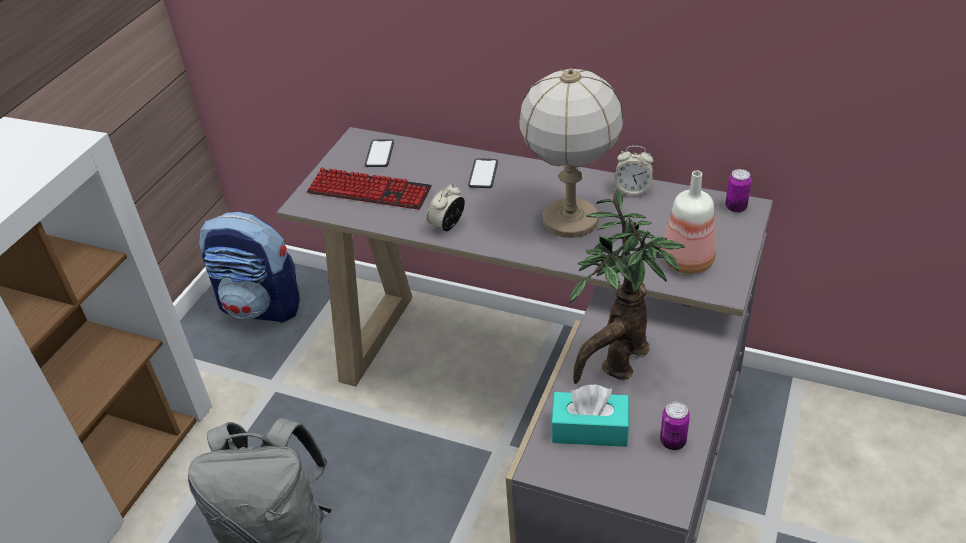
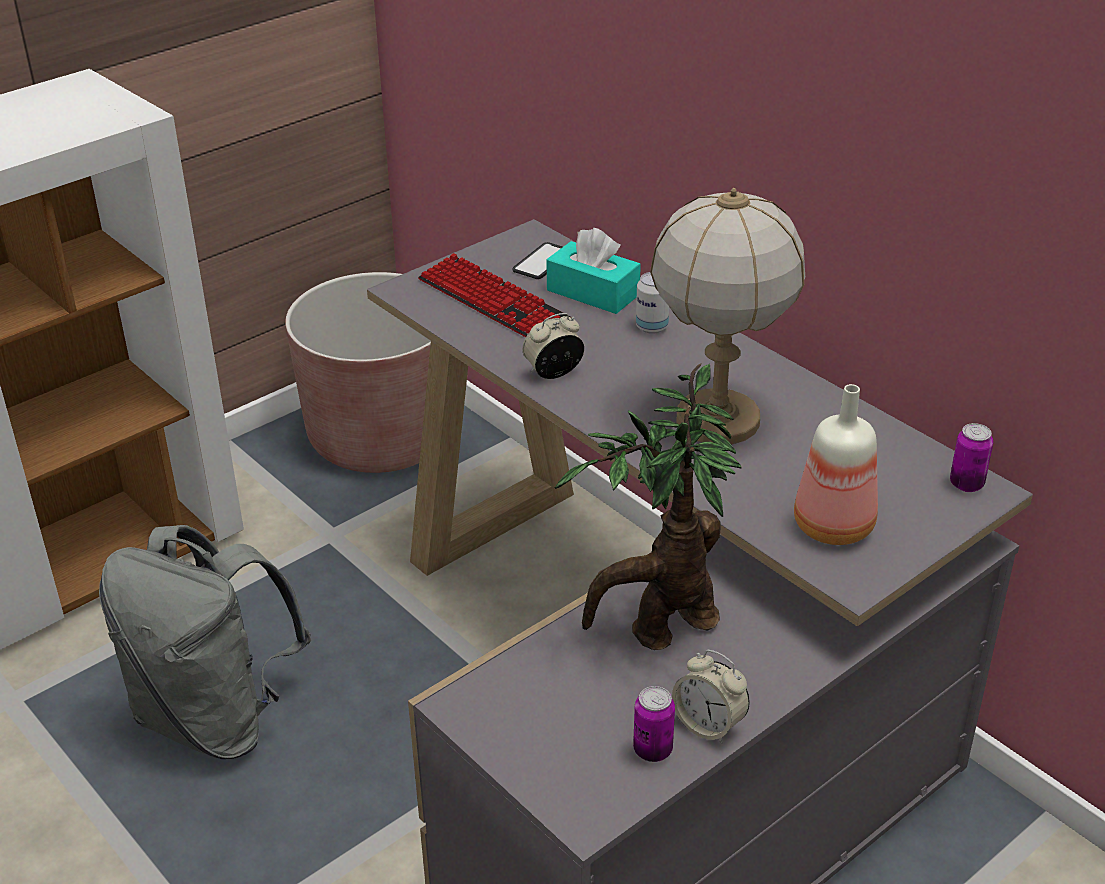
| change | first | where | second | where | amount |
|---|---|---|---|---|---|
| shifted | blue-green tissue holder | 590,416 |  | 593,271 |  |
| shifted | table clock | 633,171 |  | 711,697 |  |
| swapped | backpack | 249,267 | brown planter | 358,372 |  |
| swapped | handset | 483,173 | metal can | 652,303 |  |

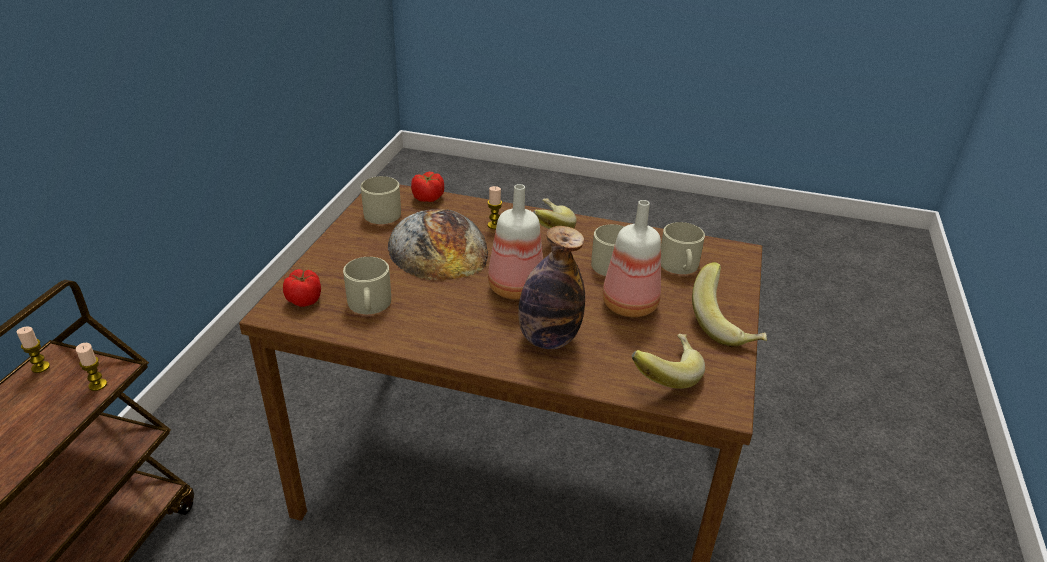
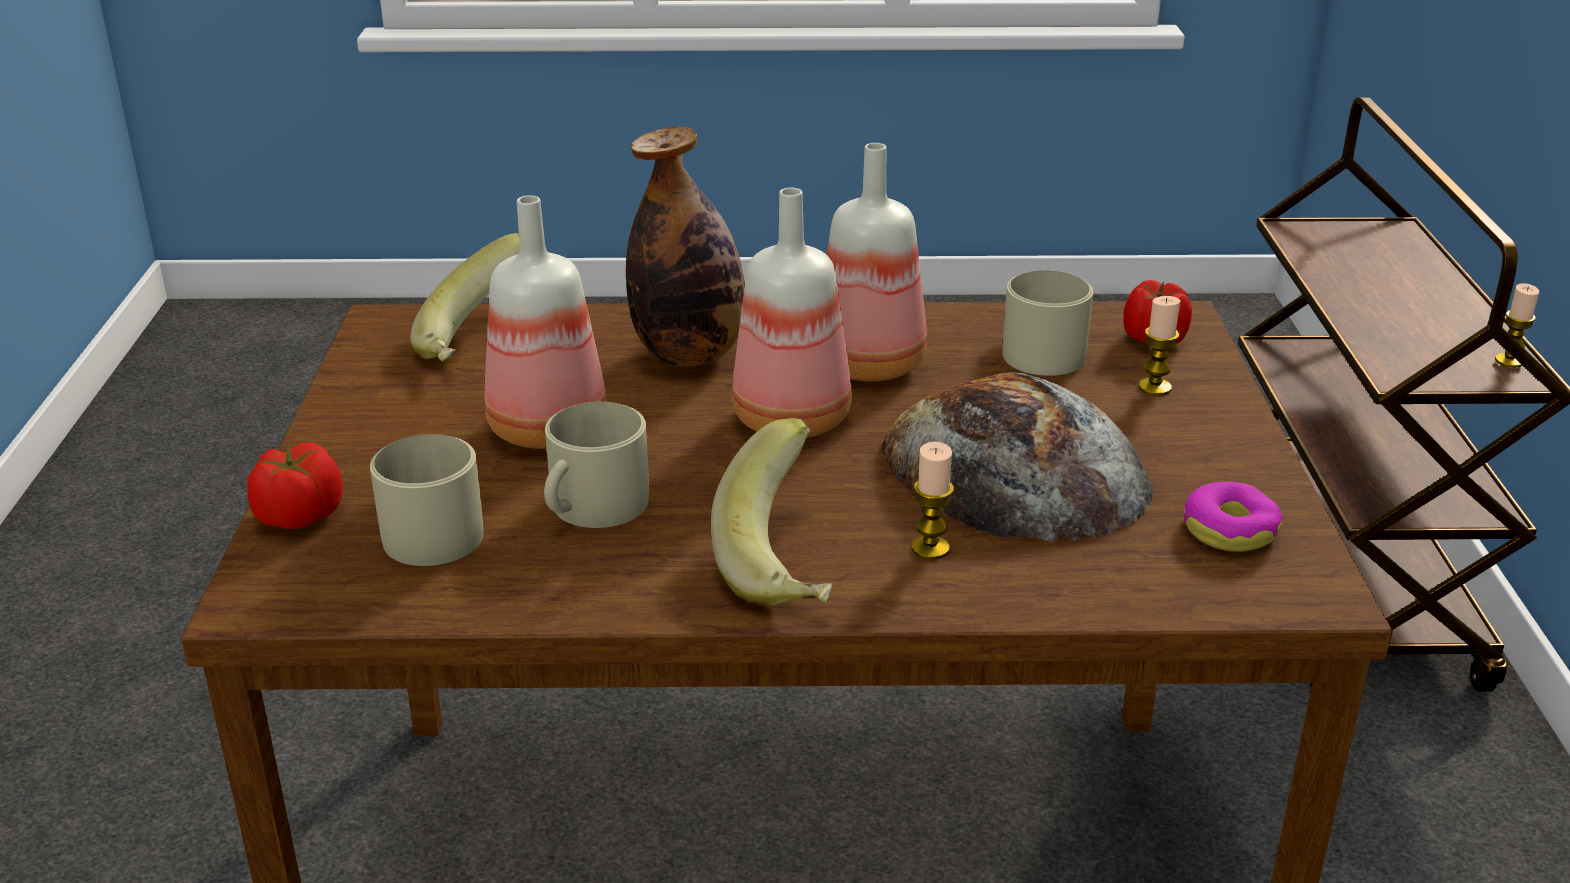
| change | first | where | second | where | amount |
|---|---|---|---|---|---|
| gone | banana | 729,304 |  |  |  |
| new |  |  | drink bottle | 876,262 |  |
| shifted | wax light | 91,367 |  | 1159,346 |  |
| shifted | tomato | 427,187 |  | 295,485 |  |
| swapped | beige-coloured mug | 381,200 | donut | 1233,517 |  |

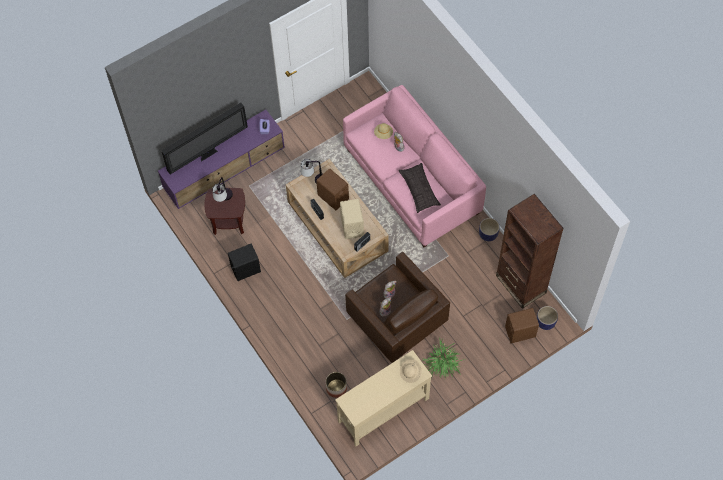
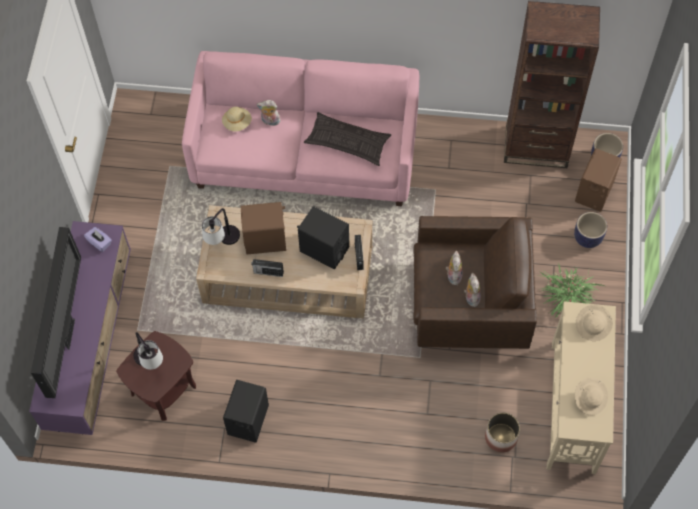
| change | first | where | second | where | amount |
|---|---|---|---|---|---|
| new |  |  | beige-coloured clothing hat | 591,396 |  |
| shifted | planter | 489,229 |  | 590,230 |  |
| repainted | beige-coloured speaker | 352,219 | blackish speaker | 323,237 |  |

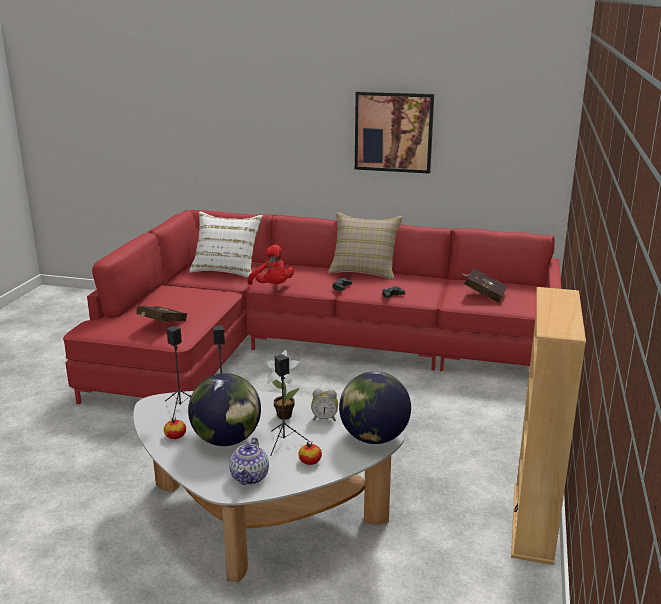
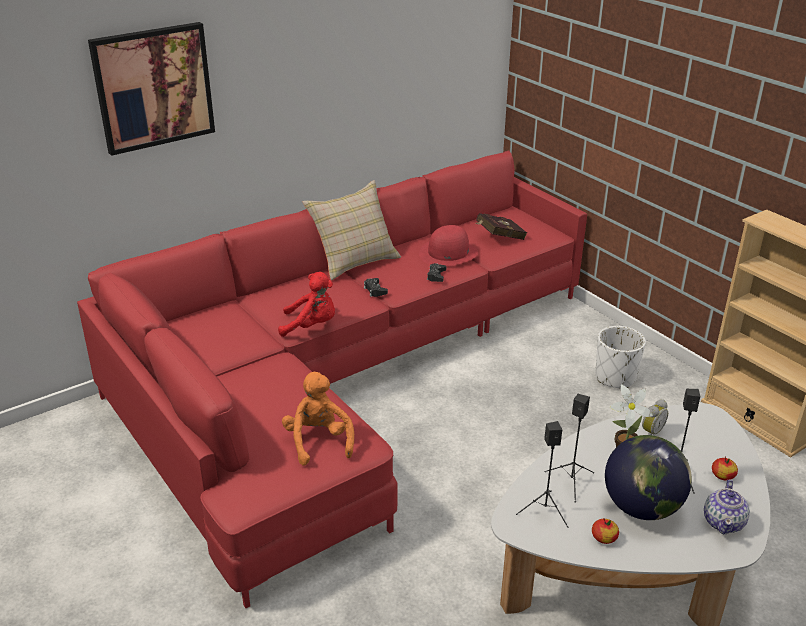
| change | first | where | second | where | amount |
|---|---|---|---|---|---|
| gone | white throw pillow | 226,244 |  |  |  |
| gone | world globe | 375,407 |  |  |  |
| new |  |  | red-coloured clothing hat | 448,245 |  |
| new |  |  | white planter | 620,357 |  |
| shifted | wall art | 394,132 |  | 151,89 |  |
| swapped | red-coloured book | 161,314 | orangey plush toy | 318,419 |  |
| rotated | teapot | 249,461 |  | 727,506 | 60 degrees clockwise |

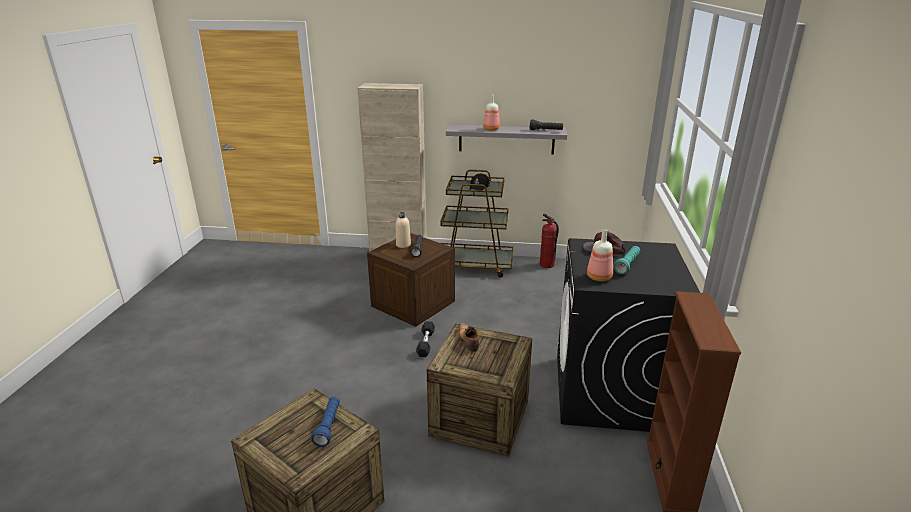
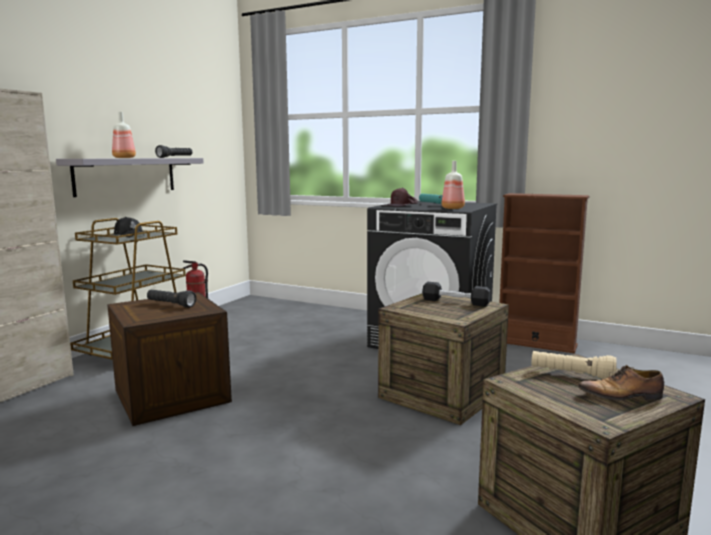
| change | first | where | second | where | amount |
|---|---|---|---|---|---|
| gone | beige-coloured drink bottle | 403,230 |  |  |  |
| shifted | blackish free weight | 425,339 |  | 456,294 |  |
| shifted | item of footwear | 469,337 |  | 621,382 |  |
| repainted | blue-coloured torch | 325,422 | beige-coloured torch | 574,365 |  |

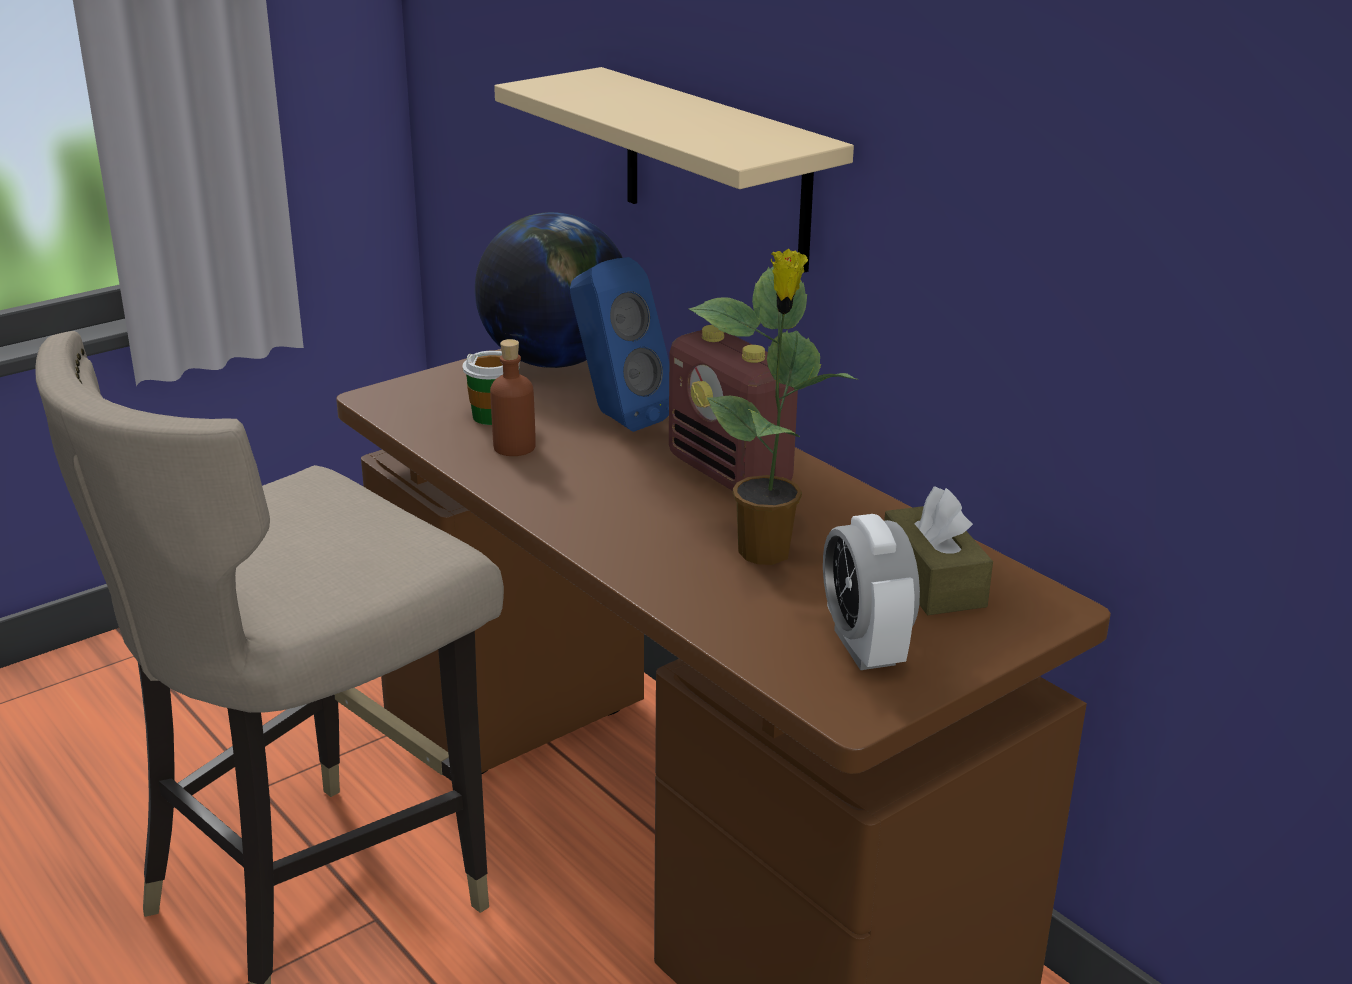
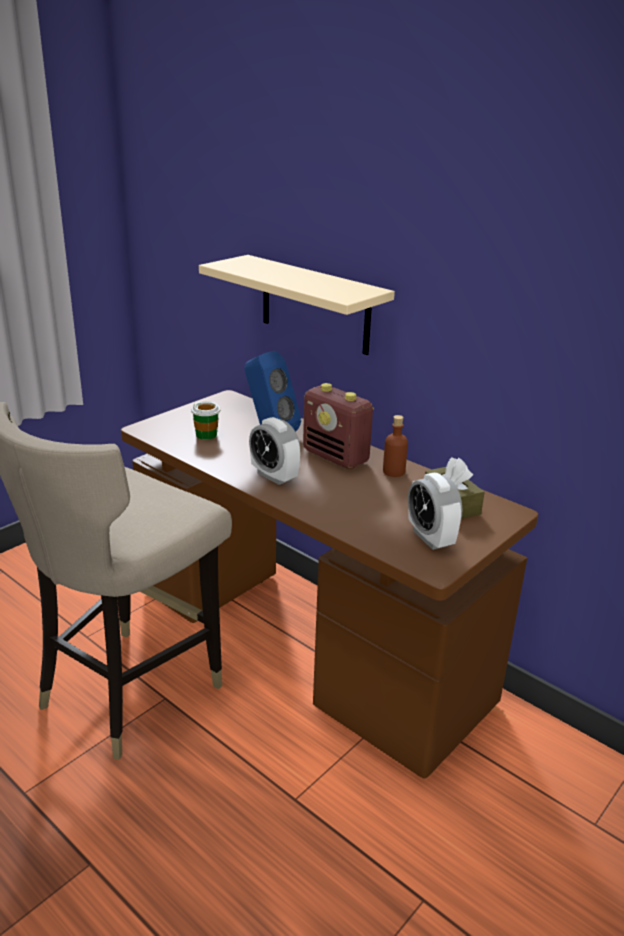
| change | first | where | second | where | amount |
|---|---|---|---|---|---|
| gone | world globe | 549,290 |  |  |  |
| gone | houseplant | 774,407 |  |  |  |
| new |  |  | table clock | 274,451 |  |
| shifted | brown drink bottle | 513,397 |  | 395,446 |  |

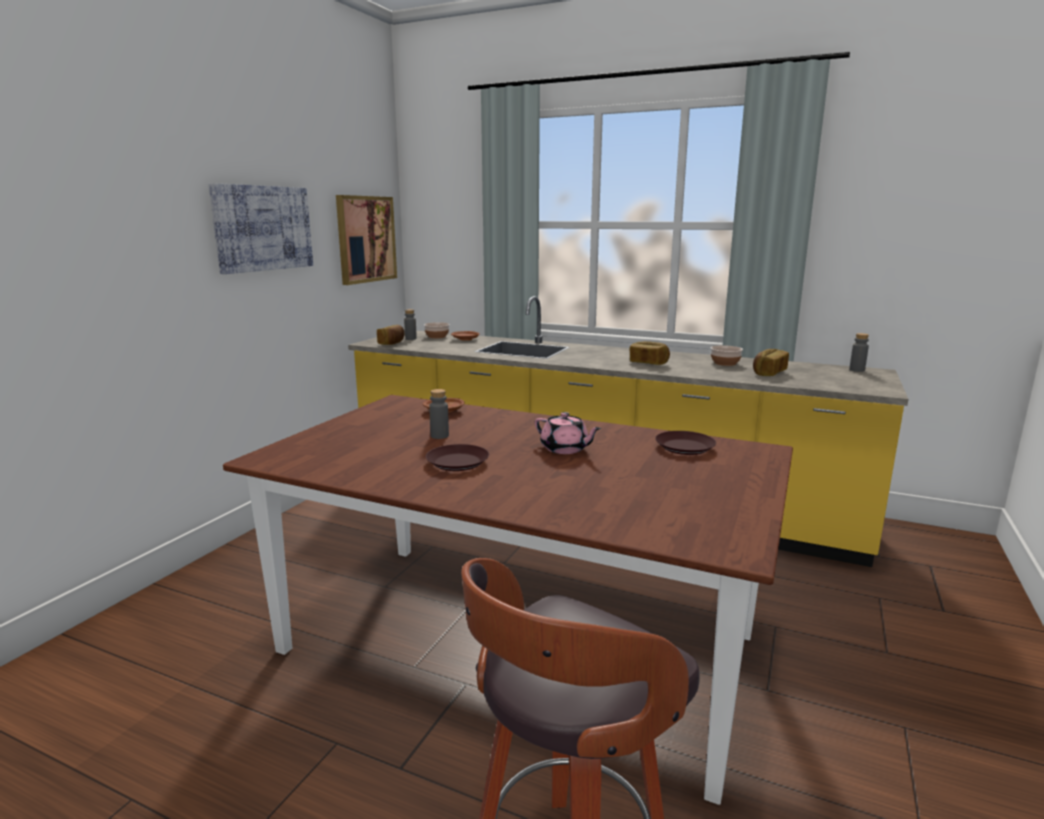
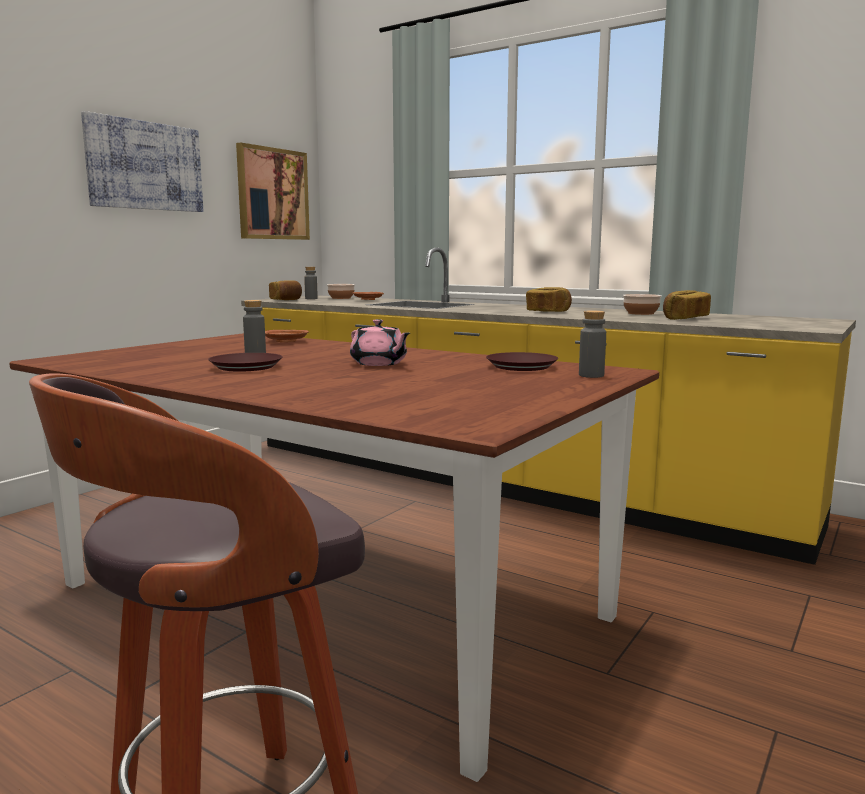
| change | first | where | second | where | amount |
|---|---|---|---|---|---|
| shifted | grey drink bottle | 859,352 |  | 592,344 |  |

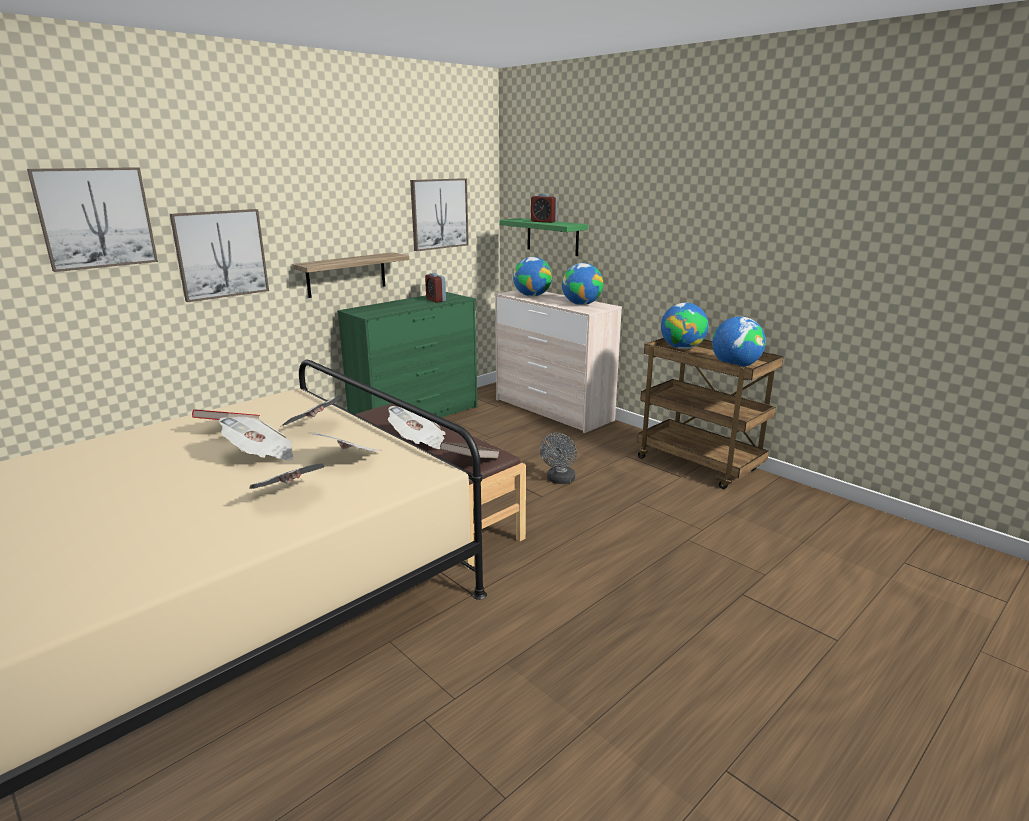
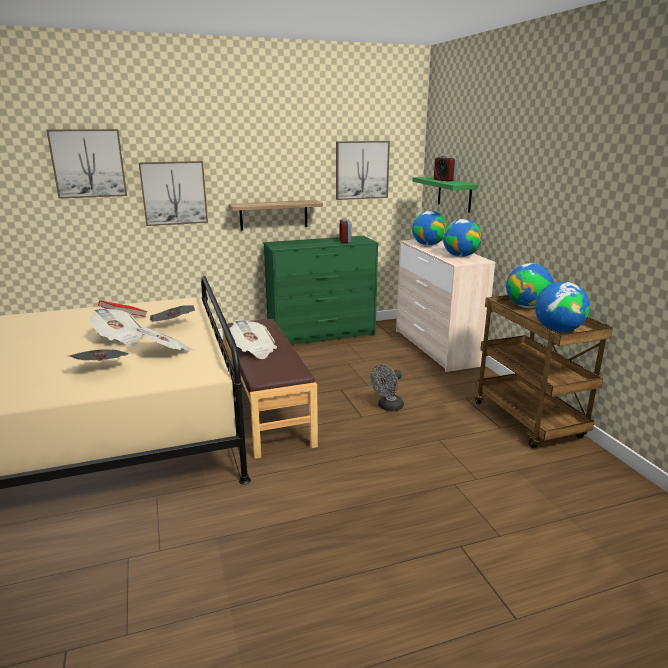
| change | first | where | second | where | amount |
|---|---|---|---|---|---|
| gone | brown book | 469,450 |  |  |  |

